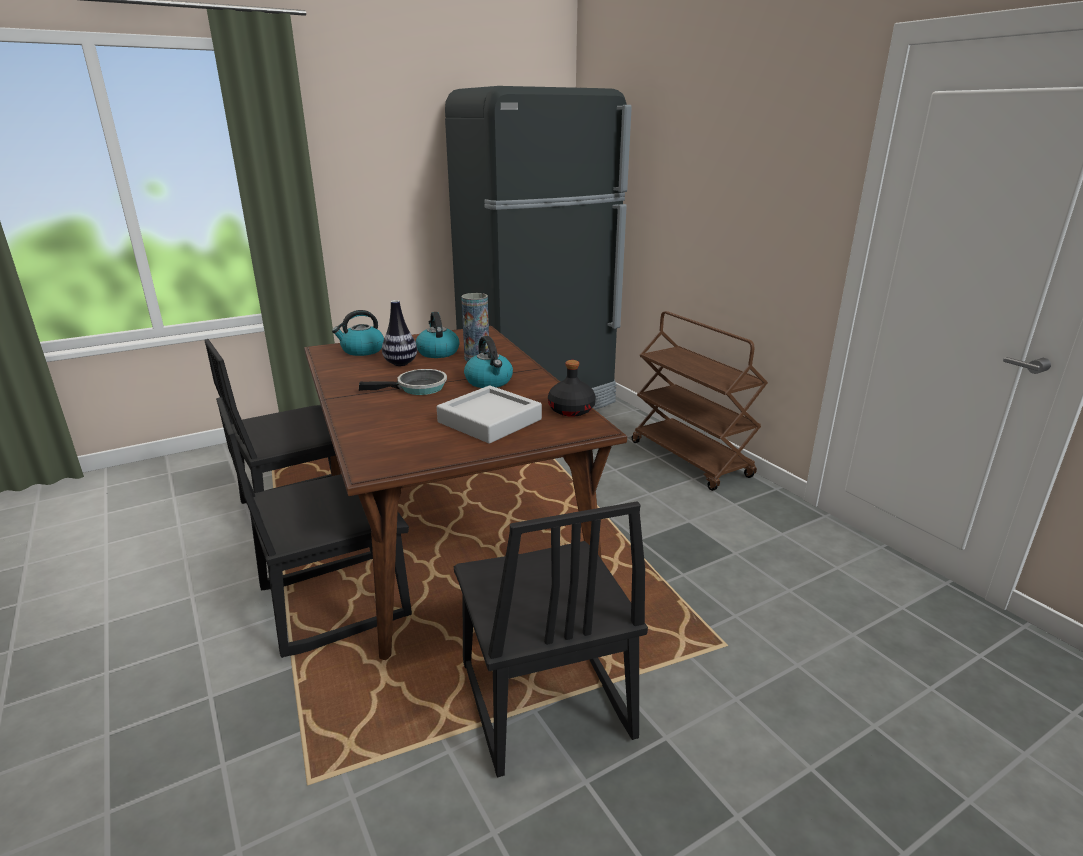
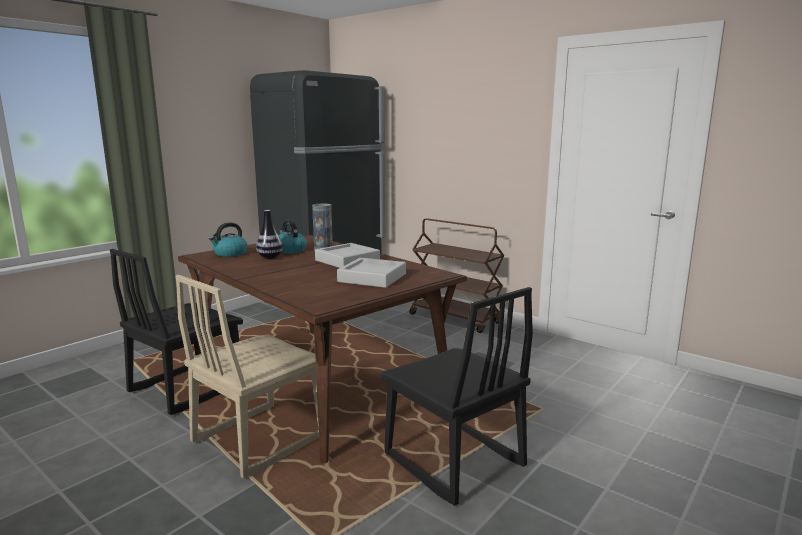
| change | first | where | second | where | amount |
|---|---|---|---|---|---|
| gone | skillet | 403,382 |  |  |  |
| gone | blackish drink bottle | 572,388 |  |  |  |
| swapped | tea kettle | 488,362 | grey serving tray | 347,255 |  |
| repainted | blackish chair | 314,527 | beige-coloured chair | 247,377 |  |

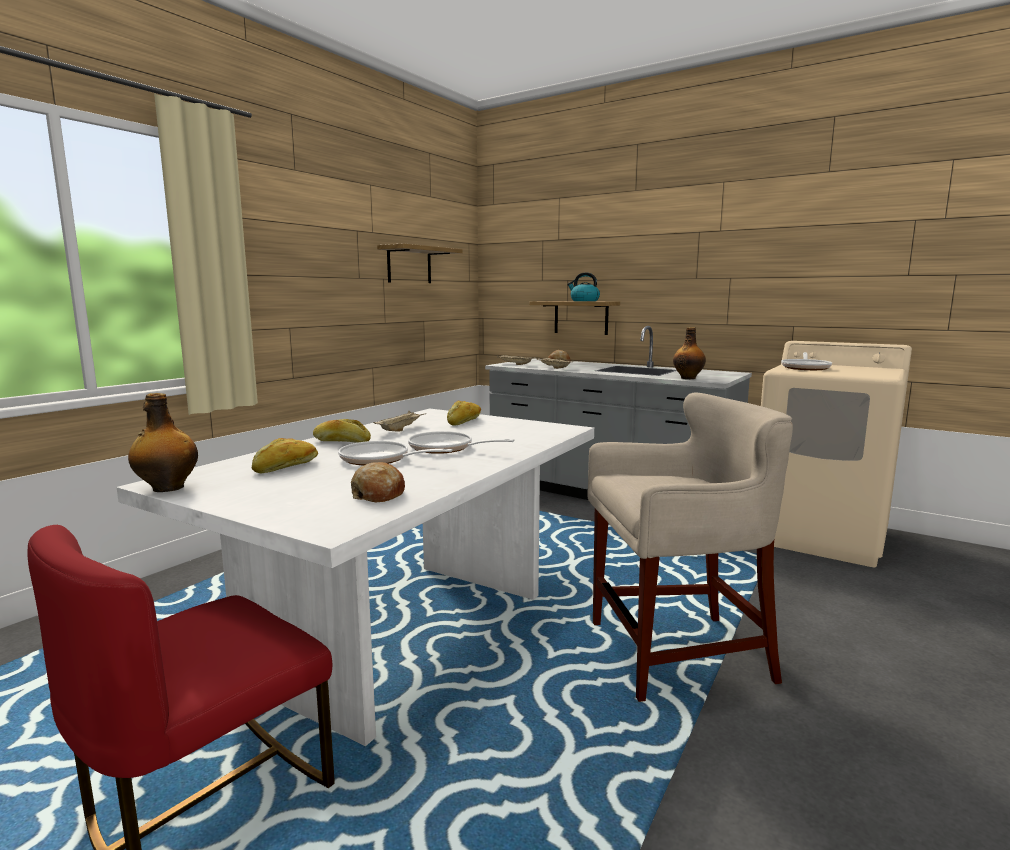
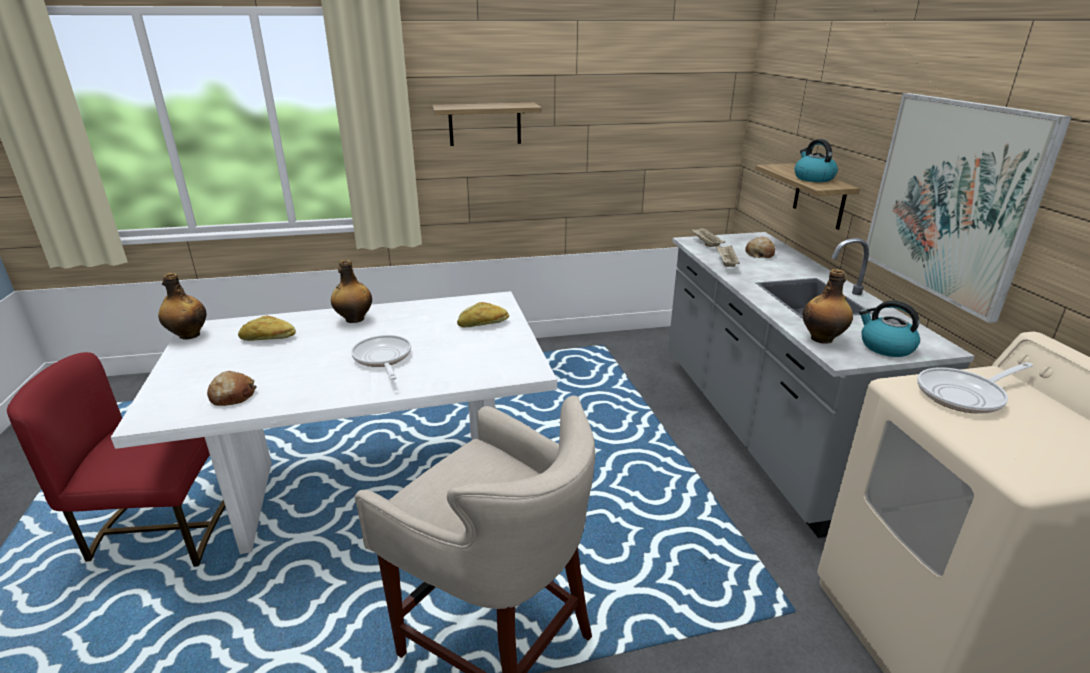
| change | first | where | second | where | amount |
|---|---|---|---|---|---|
| gone | skillet | 395,453 |  |  |  |
| gone | beige-coloured serving tray | 400,421 |  |  |  |
| new |  |  | tea kettle | 889,329 |  |
| new |  |  | wall art | 967,208 |  |
| shifted | wall shelf | 419,263 |  | 487,124 |  |
| swapped | baked bread | 342,431 | drink bottle | 351,291 |  |

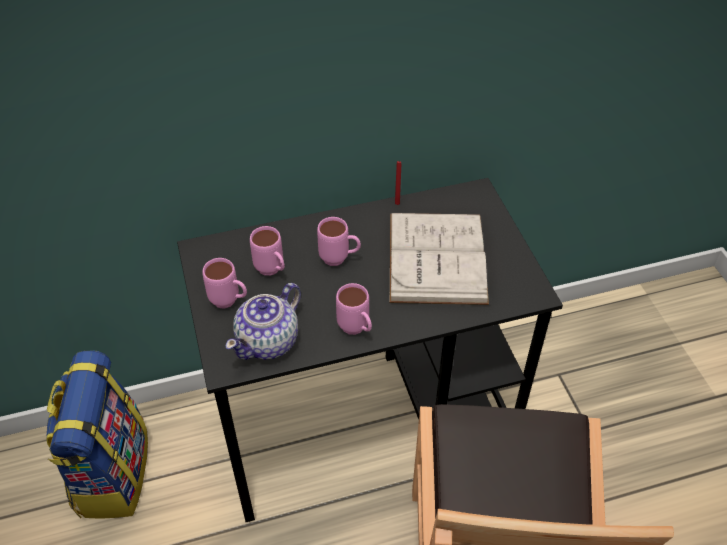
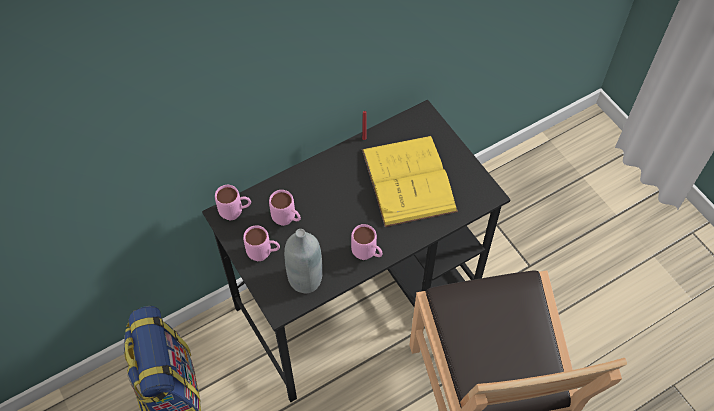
| change | first | where | second | where | amount |
|---|---|---|---|---|---|
| shifted | pink-coloured mug | 339,241 |  | 233,203 |  |
| swapped | teapot | 263,321 | grey drink bottle | 303,261 |  |
| repainted | white book | 439,259 | yellow book | 410,181 |  |

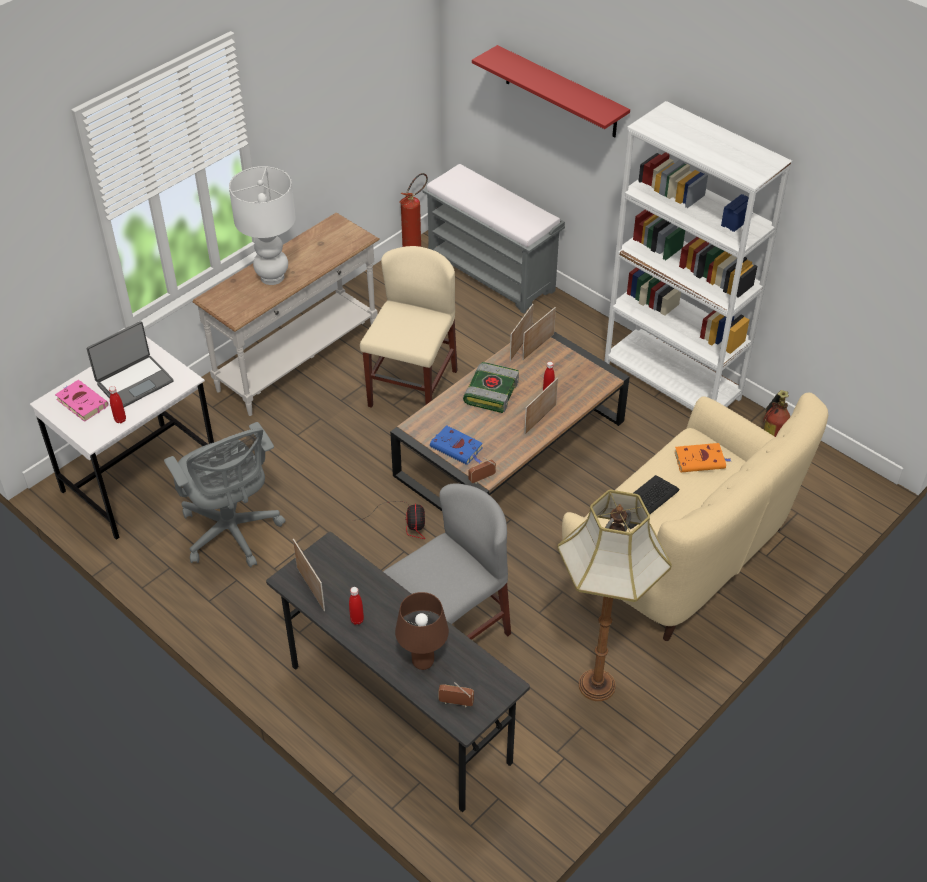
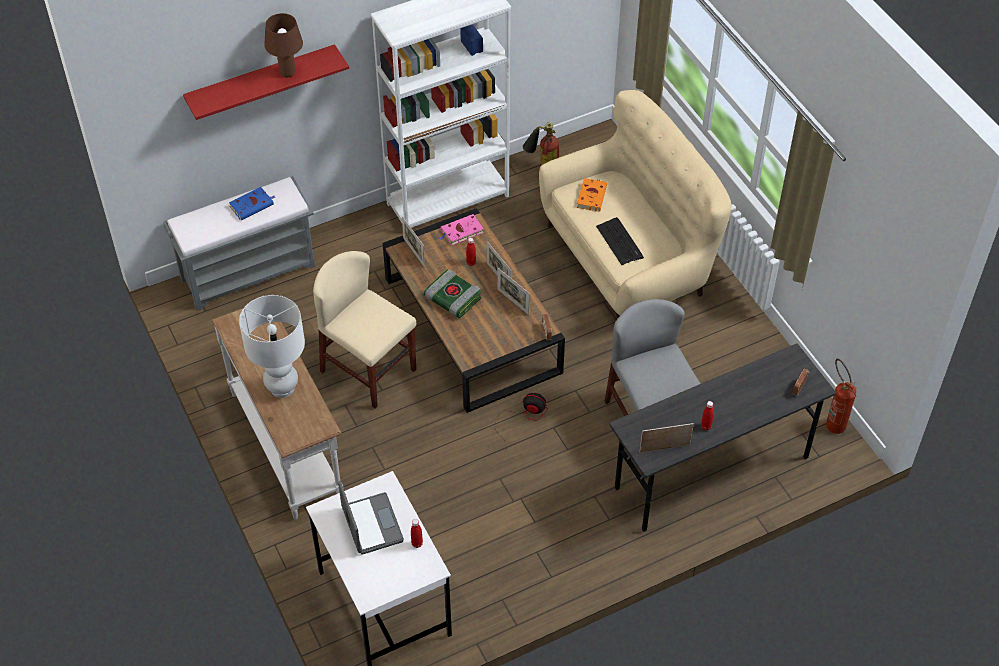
| change | first | where | second | where | amount |
|---|---|---|---|---|---|
| gone | grey office chair | 225,495 |  |  |  |
| gone | standard lamp | 614,595 |  |  |  |
| shifted | pink-coloured book | 82,401 |  | 461,230 |  |
| shifted | brown lamp for a table | 422,631 |  | 283,45 |  |
| shifted | fire-fighting cylinder | 414,210 |  | 841,396 |  |
| shifted | blue-coloured book | 456,445 |  | 252,203 |  |
| shifted | picture frame | 521,332 |  | 513,291 |  |

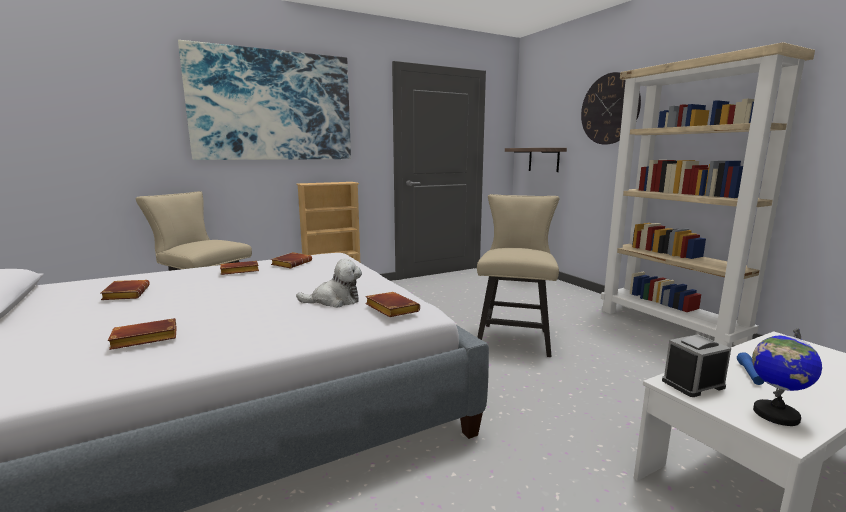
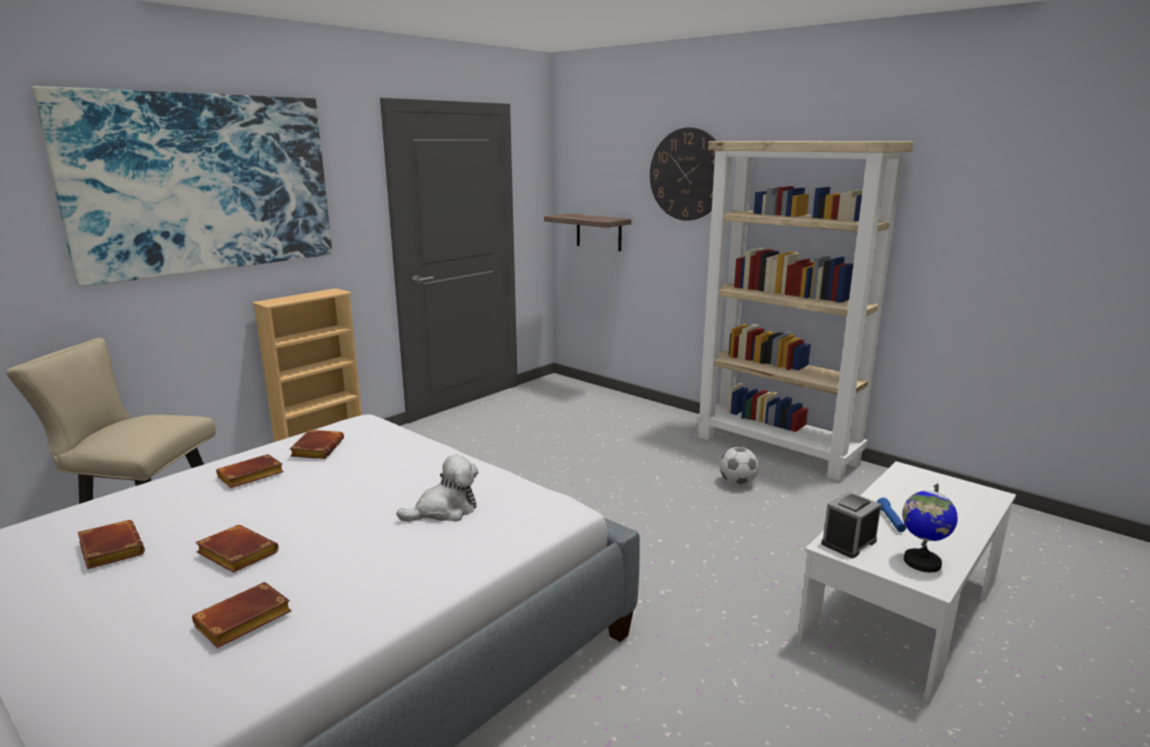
| change | first | where | second | where | amount |
|---|---|---|---|---|---|
| gone | beige-coloured chair | 518,275 |  |  |  |
| new |  |  | ball for football | 739,466 |  |
| shifted | brown book | 392,304 |  | 236,549 |  |

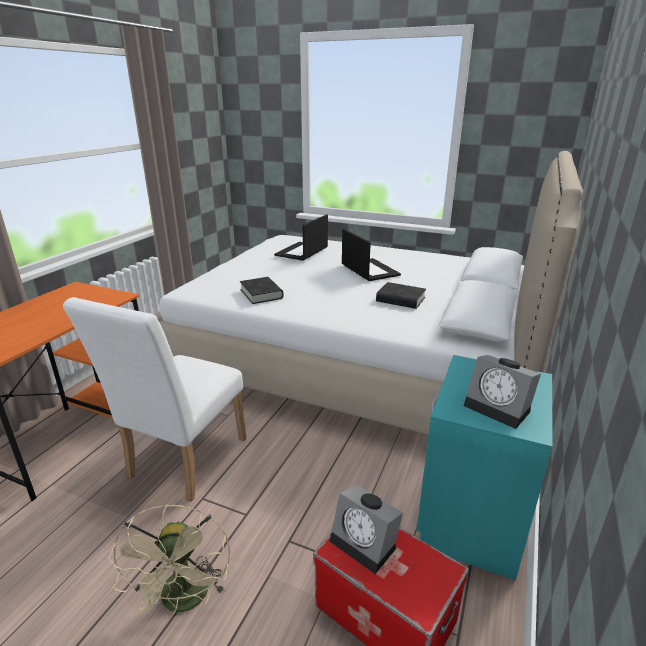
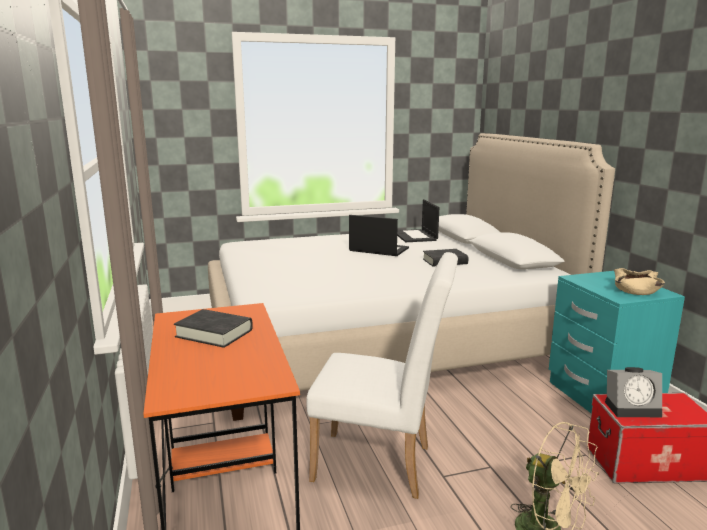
| change | first | where | second | where | amount |
|---|---|---|---|---|---|
| shifted | blackish book | 261,290 |  | 213,328 |  |
| shifted | notebook computer | 301,237 |  | 418,220 |  |
| swapped | table clock | 502,392 | beige-coloured bowl | 639,281 |  |
| rotated | white chair | 155,399 |  | 382,375 | 60 degrees counterclockwise |

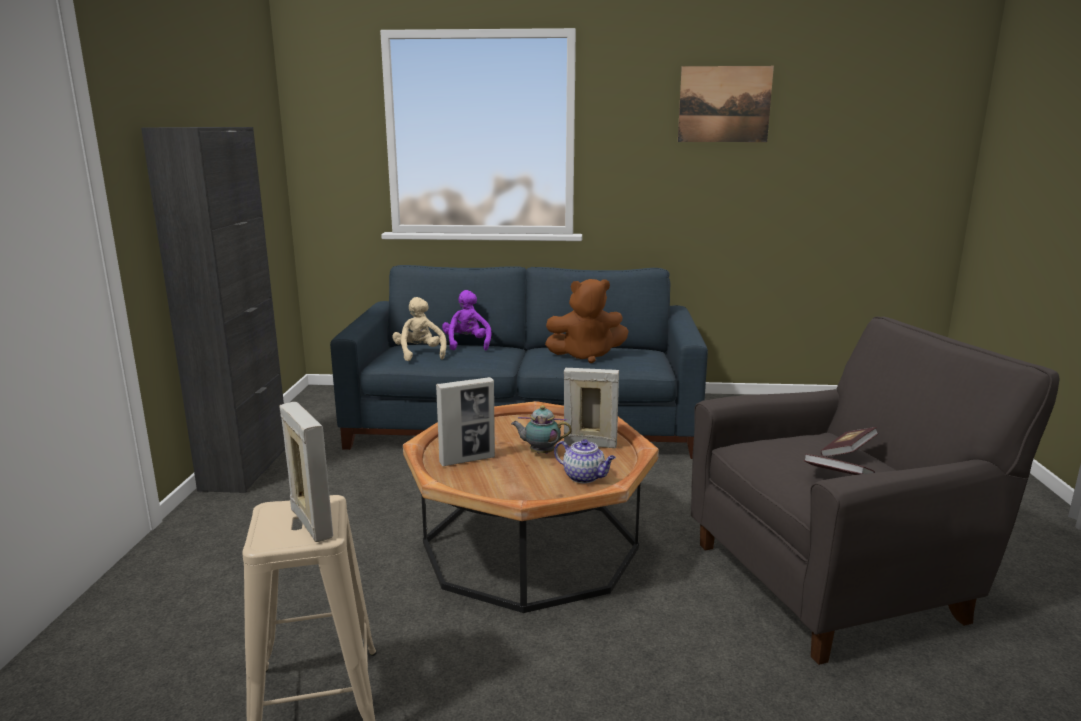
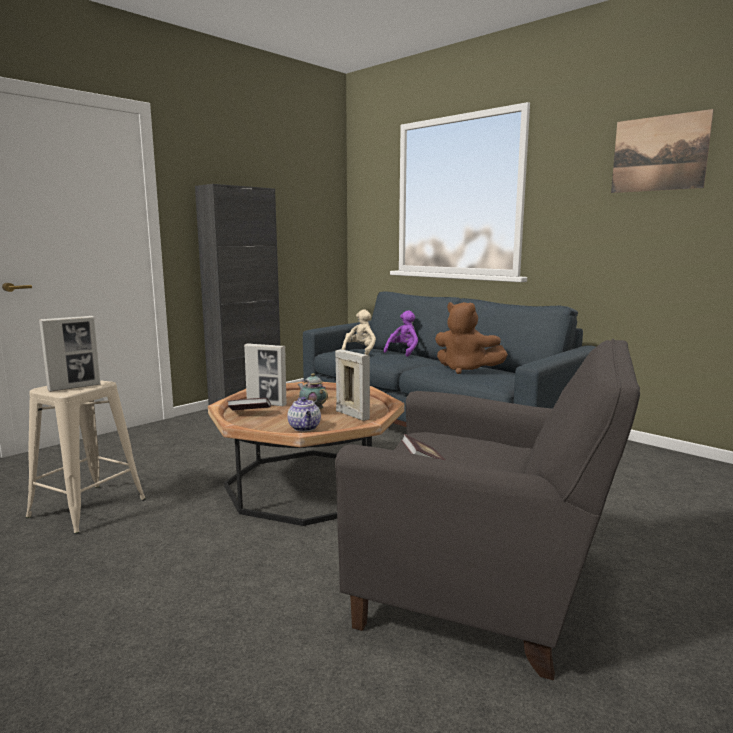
| change | first | where | second | where | amount |
|---|---|---|---|---|---|
| shifted | book | 850,442 |  | 249,404 |  |
| rotated | picture frame | 306,472 |  | 69,354 | 45 degrees clockwise |

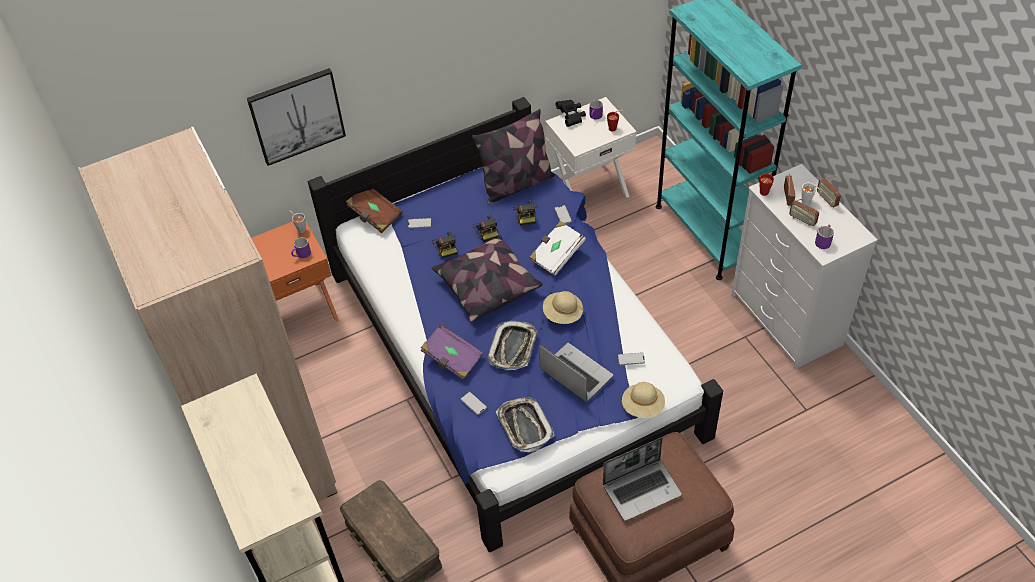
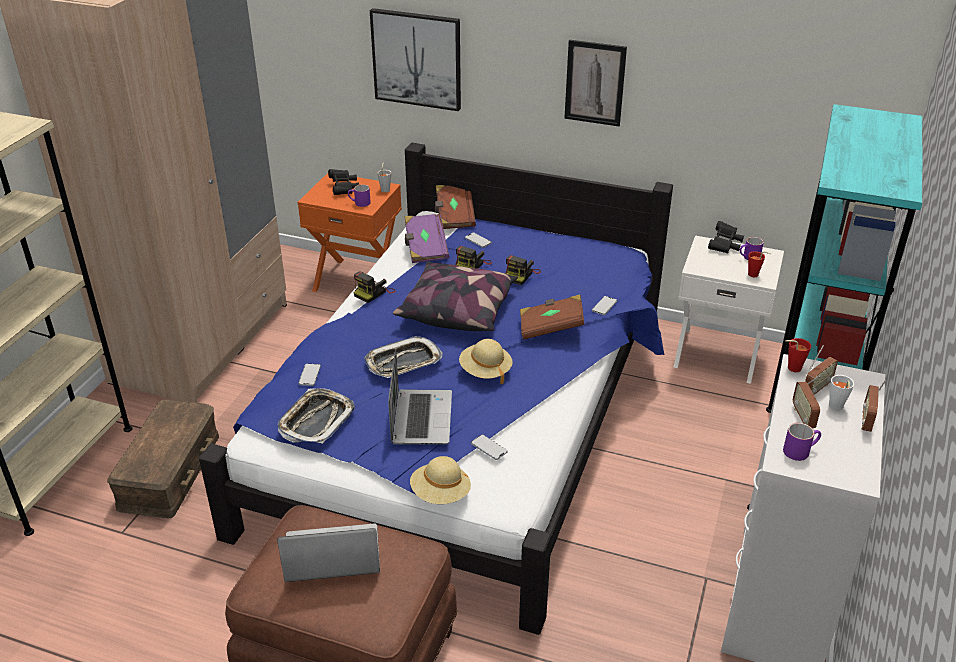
| change | first | where | second | where | amount |
|---|---|---|---|---|---|
| gone | throw pillow | 513,157 |  |  |  |
| new |  |  | blackish binoculars | 343,182 |  |
| new |  |  | wall art | 595,83 |  |
| shifted | purplish book | 451,352 |  | 426,238 |  |
| shifted | photo camera | 525,213 |  | 375,287 |  |
| repainted | white book | 557,248 | brown book | 552,316 |  |
| rotated | notebook computer | 642,479 |  | 328,553 | 150 degrees clockwise |

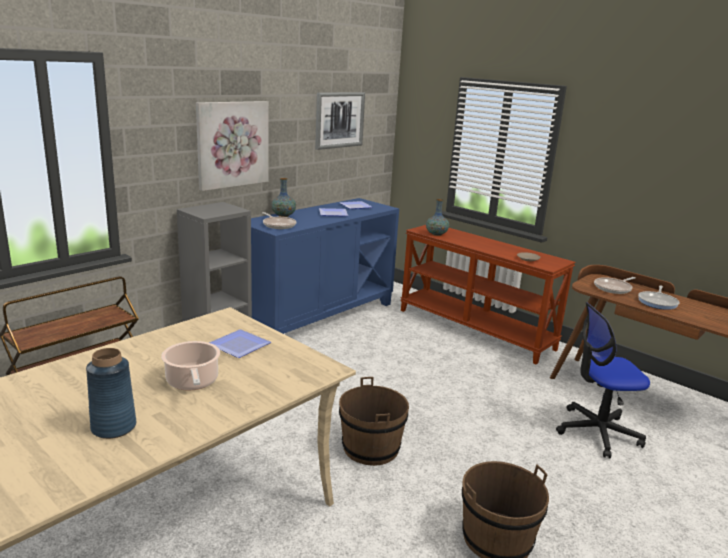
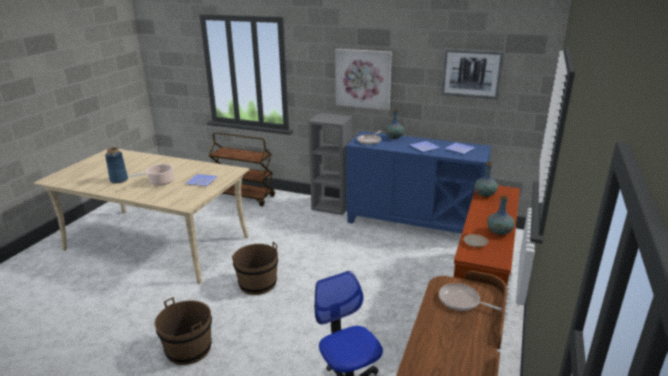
| change | first | where | second | where | amount |
|---|---|---|---|---|---|
| gone | skillet | 659,298 |  |  |  |
| new |  |  | decorative vase | 501,215 |  |

